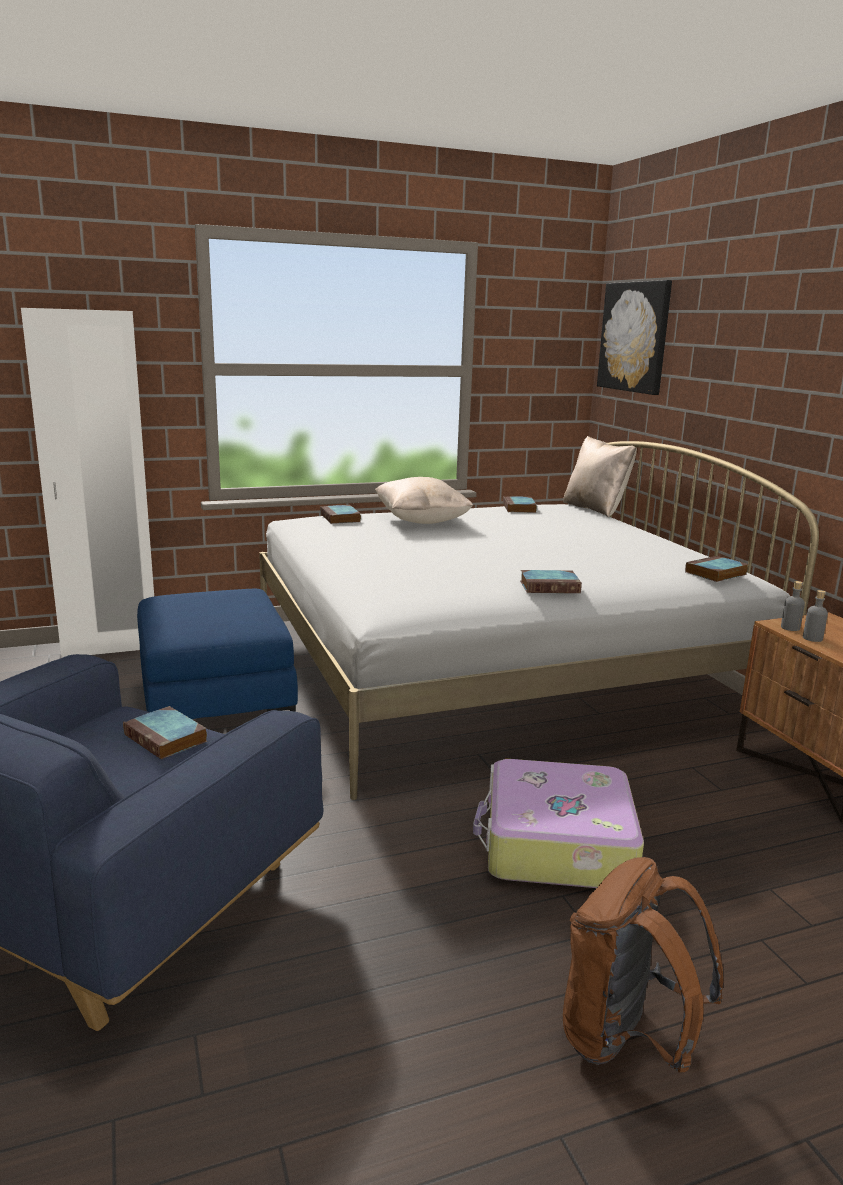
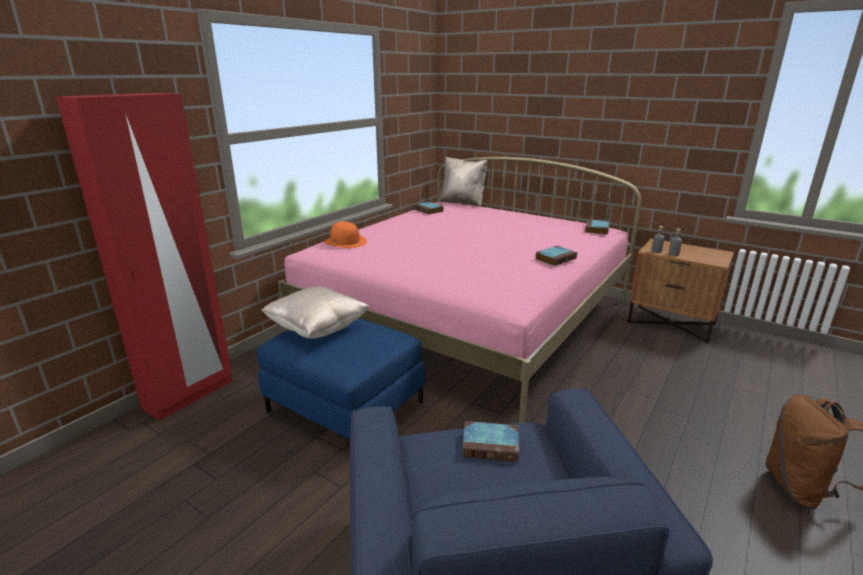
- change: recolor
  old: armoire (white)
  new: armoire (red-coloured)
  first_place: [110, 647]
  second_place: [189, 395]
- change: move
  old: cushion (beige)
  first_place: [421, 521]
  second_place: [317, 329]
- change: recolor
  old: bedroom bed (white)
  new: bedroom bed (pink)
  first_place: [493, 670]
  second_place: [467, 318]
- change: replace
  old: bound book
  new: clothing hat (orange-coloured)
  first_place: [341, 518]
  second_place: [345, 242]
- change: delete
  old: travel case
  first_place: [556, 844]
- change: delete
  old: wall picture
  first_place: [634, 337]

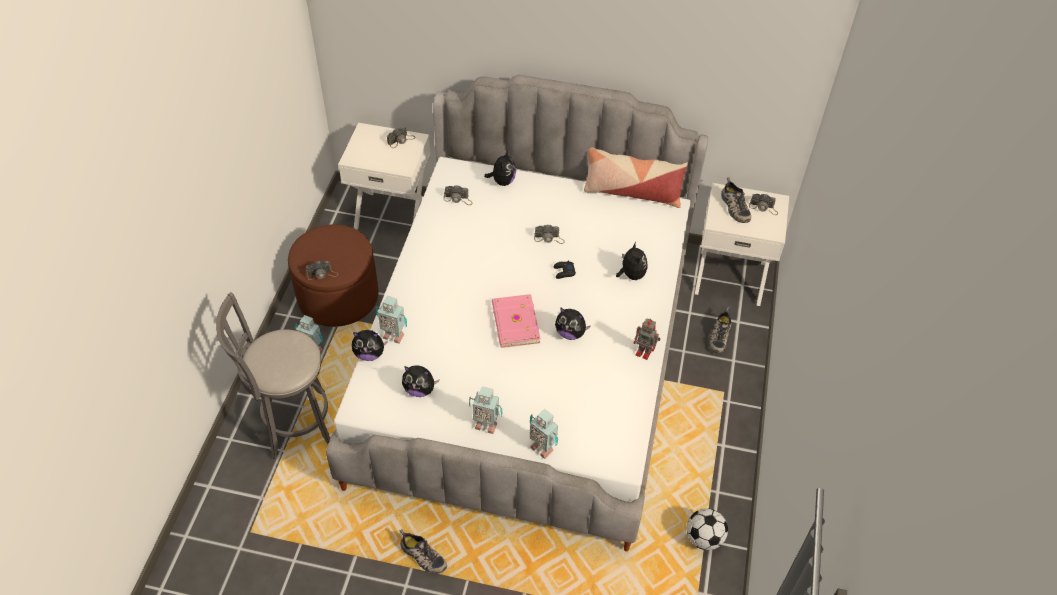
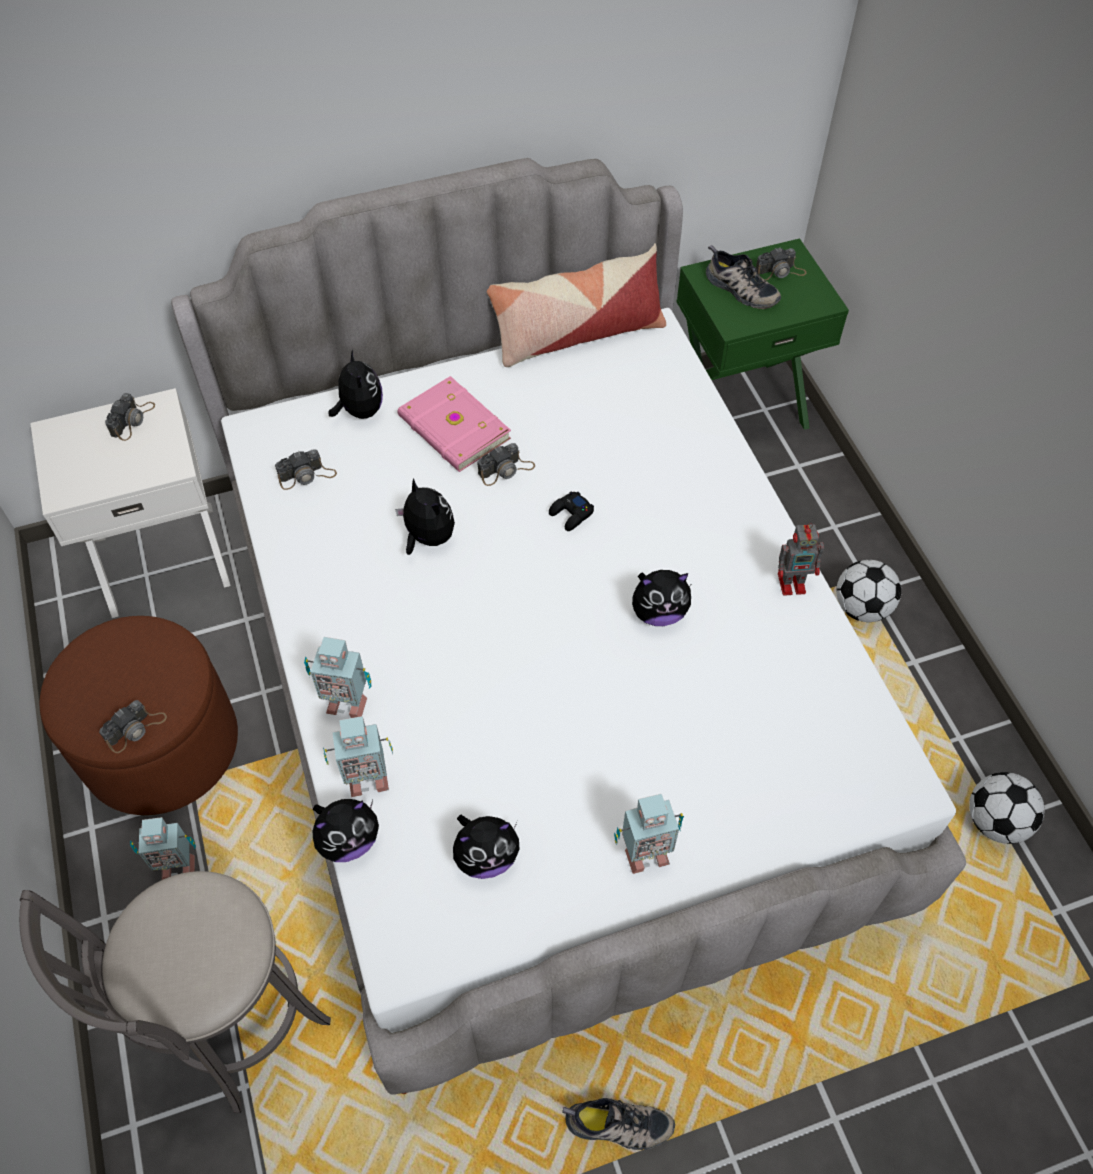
- change: move
  old: toy robot
  first_place: [542, 447]
  second_place: [346, 702]
- change: move
  old: plush toy
  first_place: [631, 275]
  second_place: [427, 538]
- change: move
  old: bound book (pink)
  first_place: [514, 323]
  second_place: [453, 429]
- change: recolor
  old: night table (white)
  new: night table (greenish)
  first_place: [730, 276]
  second_place: [739, 404]
- change: insert
  new: football ball
  second_place: [861, 607]
- change: delete
  old: low shoe
  first_place: [719, 335]

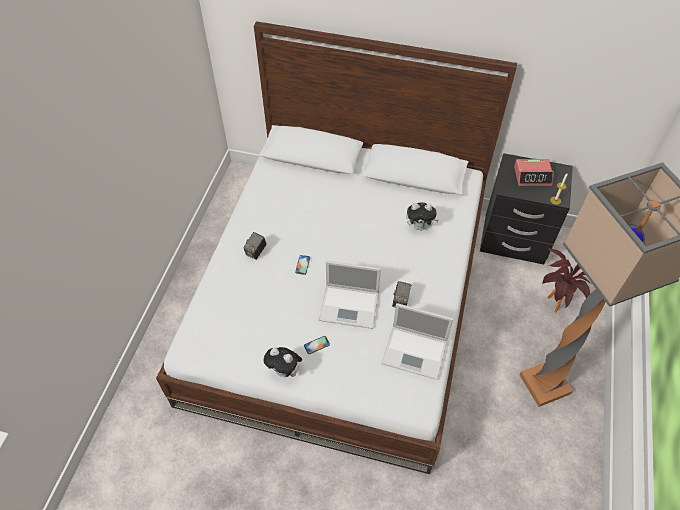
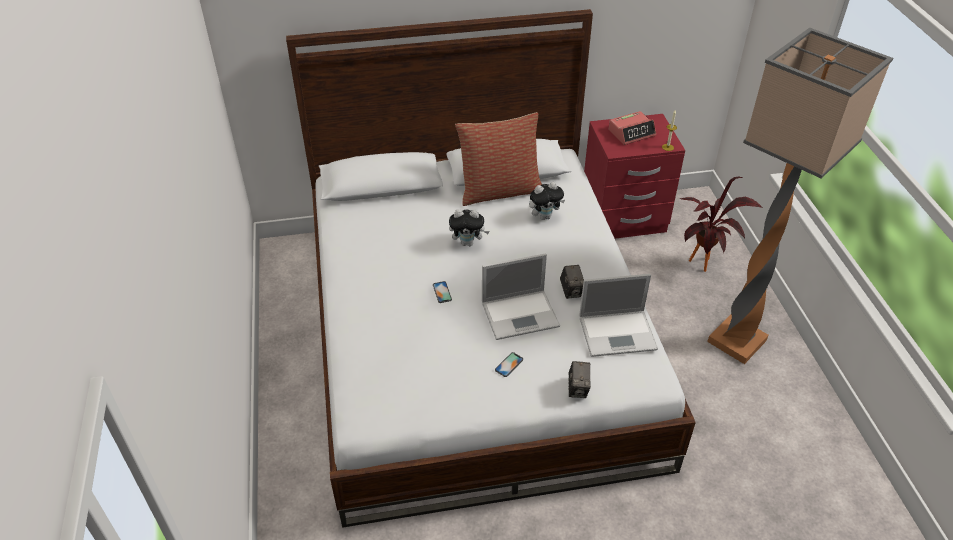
- change: move
  old: plush toy
  first_place: [285, 372]
  second_place: [468, 243]
- change: insert
  new: cushion
  second_place: [499, 191]
- change: move
  old: photo camera
  first_place: [256, 252]
  second_place: [578, 389]
- change: recolor
  old: night table (black-coloured)
  new: night table (red-coloured)
  first_place: [513, 240]
  second_place: [623, 219]

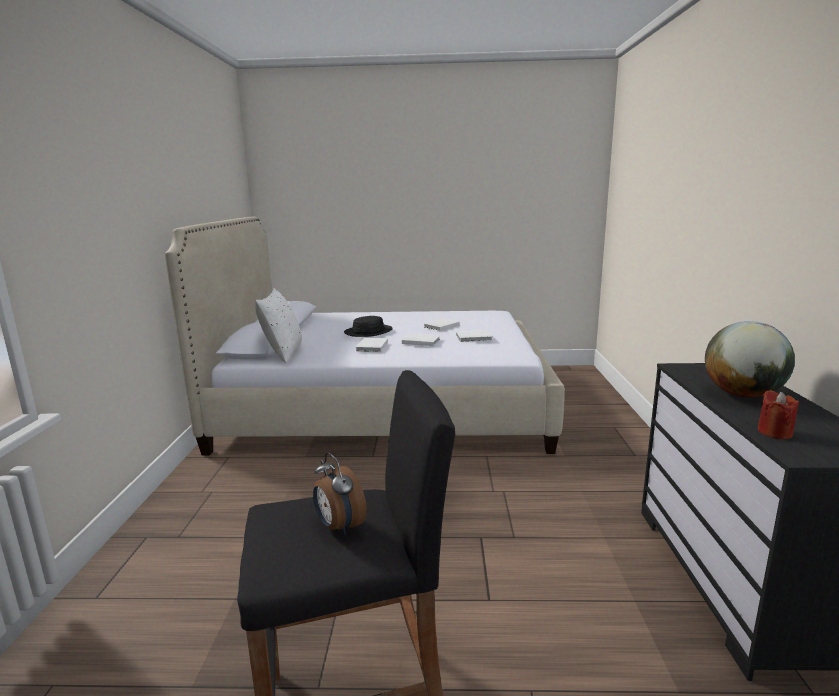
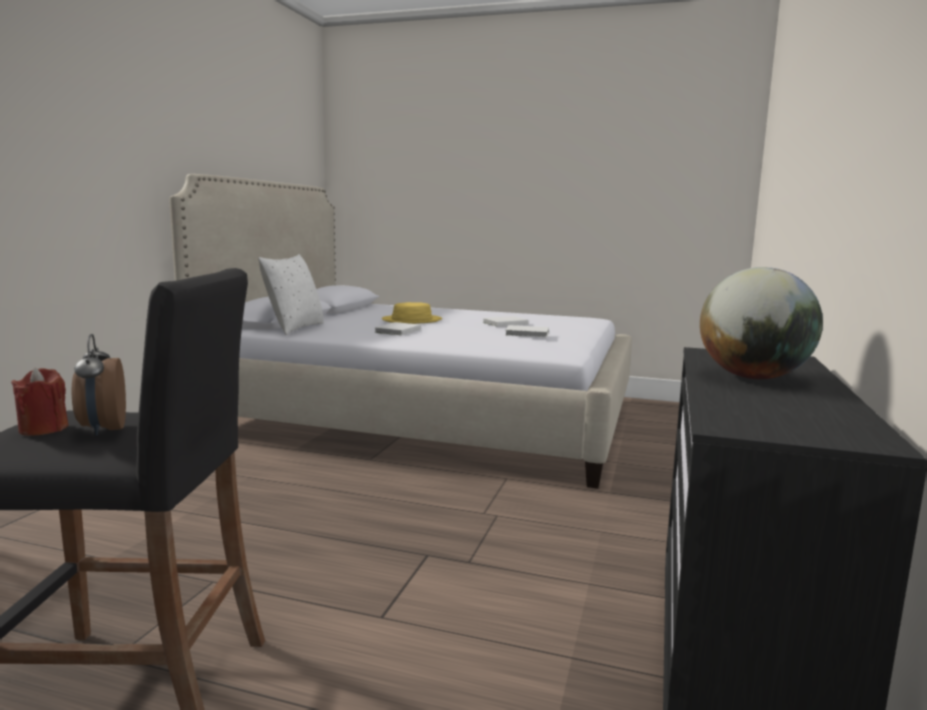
- change: move
  old: wax light (red-coloured)
  first_place: [774, 432]
  second_place: [43, 429]
- change: recolor
  old: clothing hat (black-coloured)
  new: clothing hat (yellow)
  first_place: [368, 332]
  second_place: [412, 320]
- change: delete
  old: bound book (white)
  first_place: [420, 341]

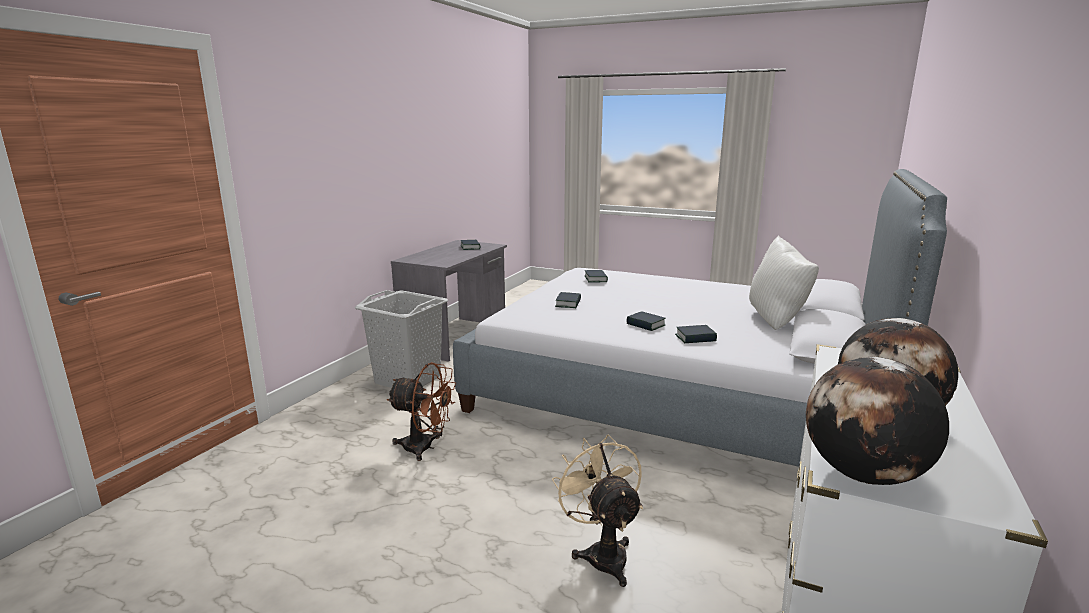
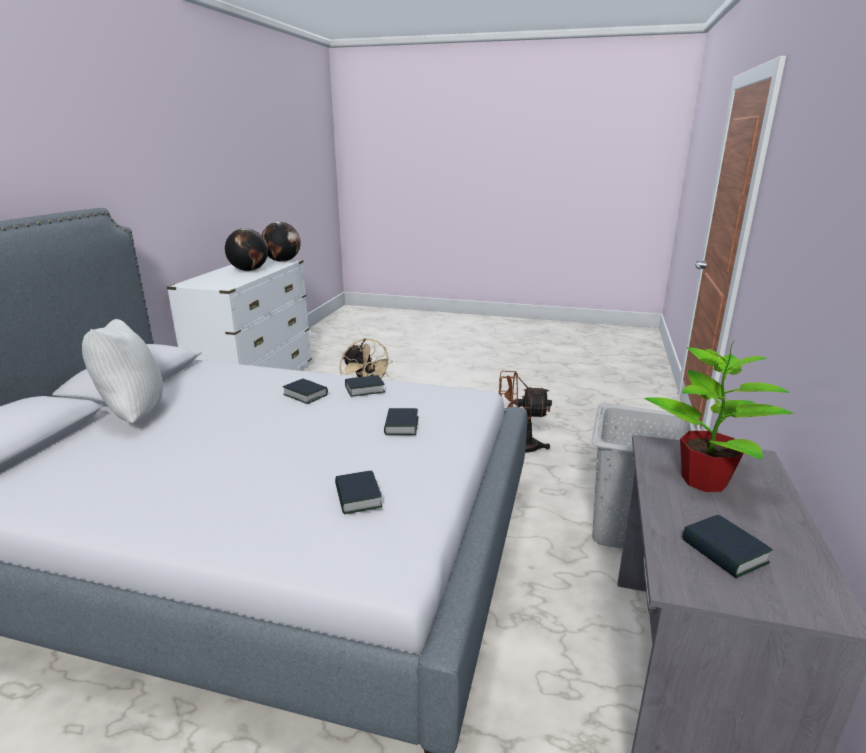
- change: move
  old: bound book
  first_place: [695, 338]
  second_place: [364, 389]
- change: insert
  new: houseplant
  second_place: [706, 481]

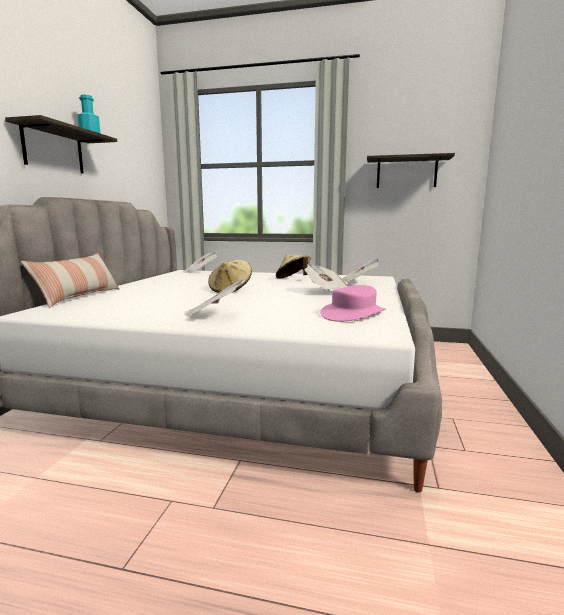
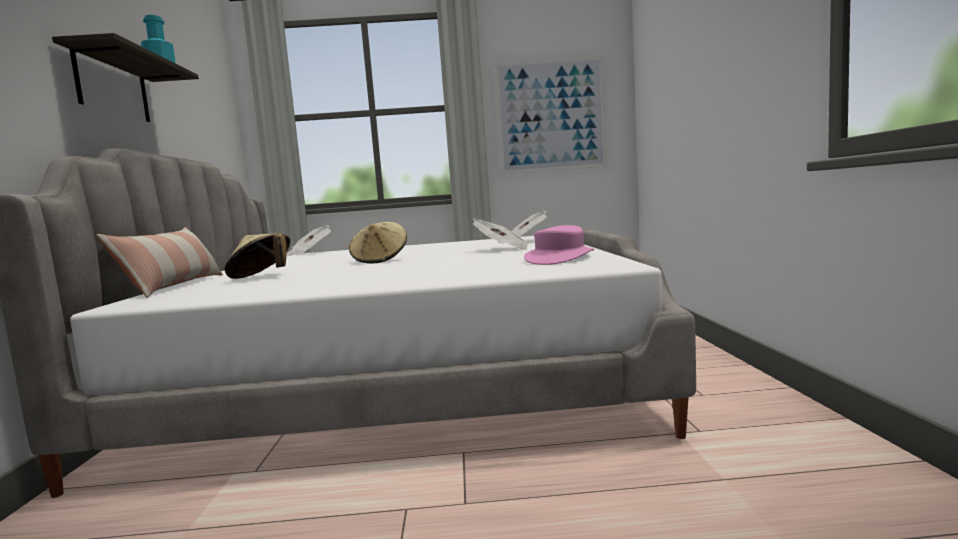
- change: move
  old: clothing hat (beige)
  first_place: [293, 279]
  second_place: [261, 277]
- change: replace
  old: shelf
  new: wall picture
  first_place: [406, 173]
  second_place: [551, 116]
- change: delete
  old: daily paper
  first_place: [213, 315]

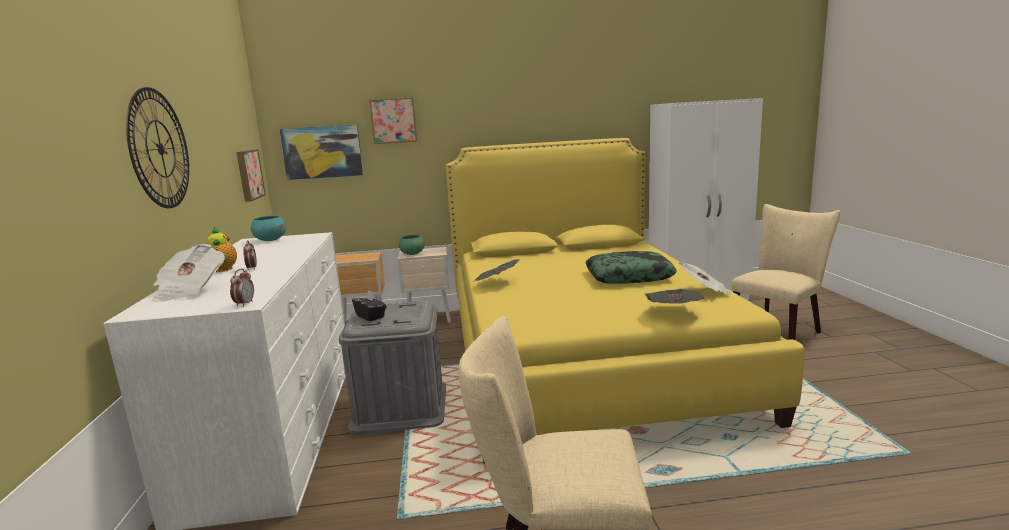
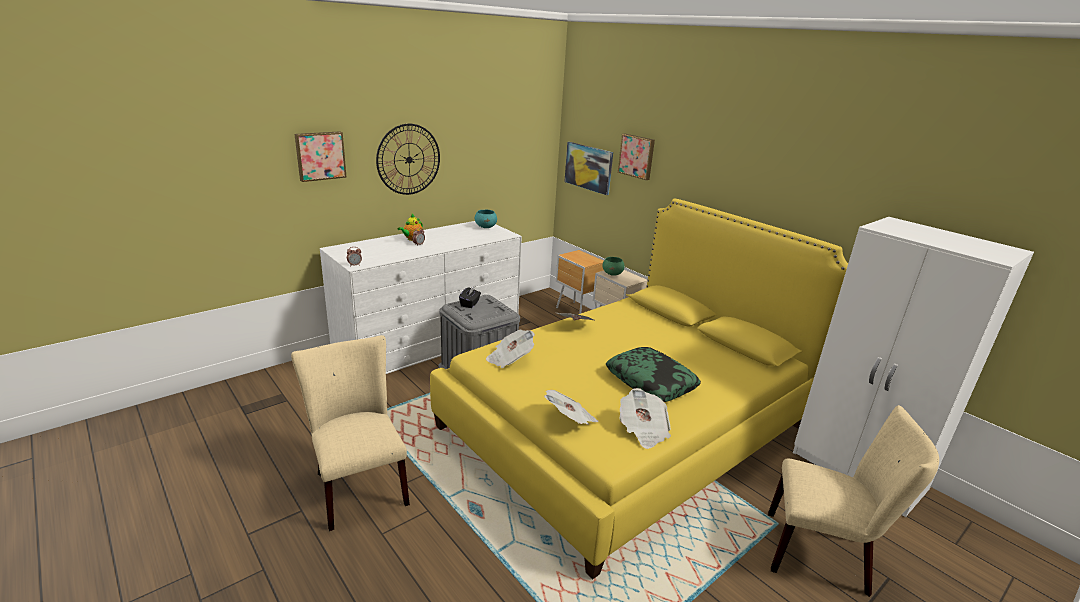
- change: move
  old: wall picture
  first_place: [248, 175]
  second_place: [320, 155]
- change: move
  old: daily paper
  first_place: [189, 291]
  second_place: [510, 359]

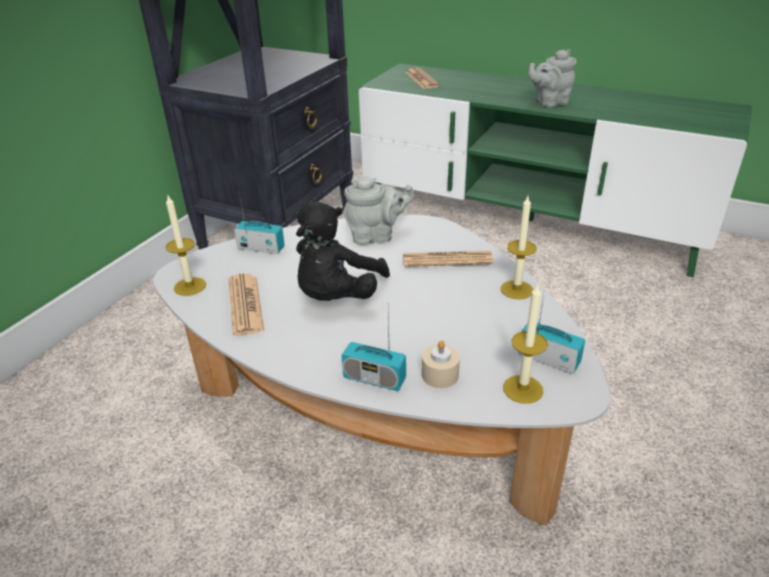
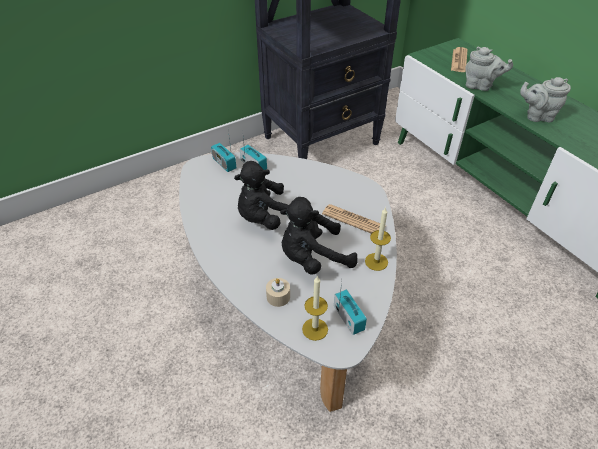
- change: move
  old: radio
  first_place: [374, 379]
  second_place: [224, 164]
- change: insert
  new: plush toy (black-coloured)
  second_place: [313, 258]
- change: move
  old: pot for tea (greyish)
  first_place: [376, 236]
  second_place: [480, 86]
- change: delete
  old: wax light
  first_place: [190, 286]
- change: delete
  old: daily paper
  first_place: [245, 305]

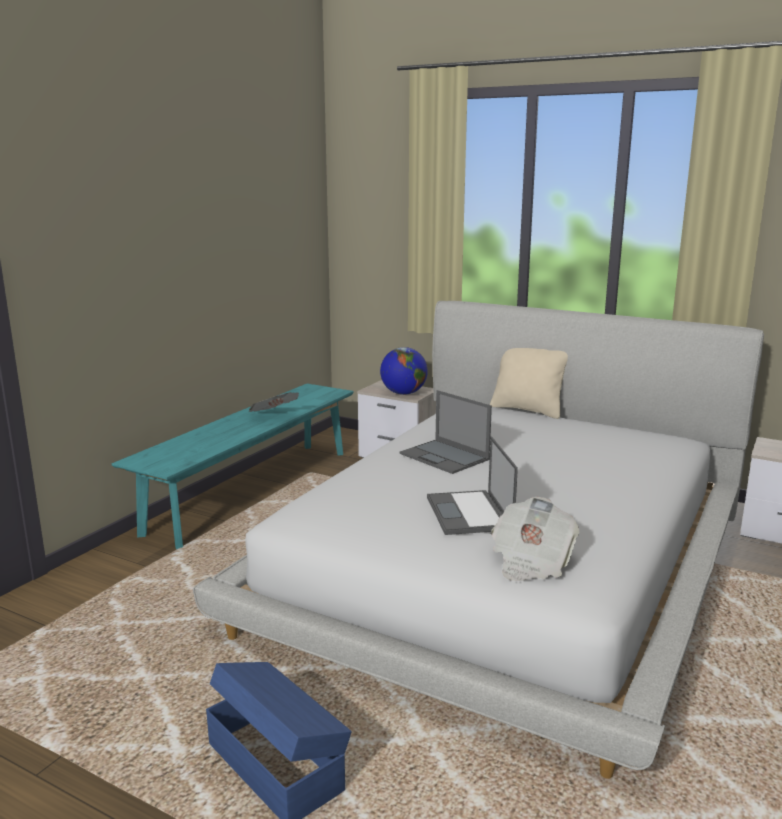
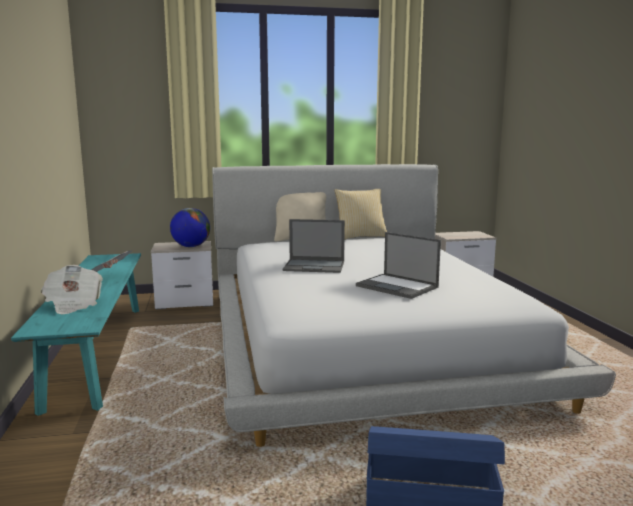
- change: move
  old: daily paper
  first_place: [531, 561]
  second_place: [73, 304]
- change: insert
  new: cushion
  second_place: [360, 237]

